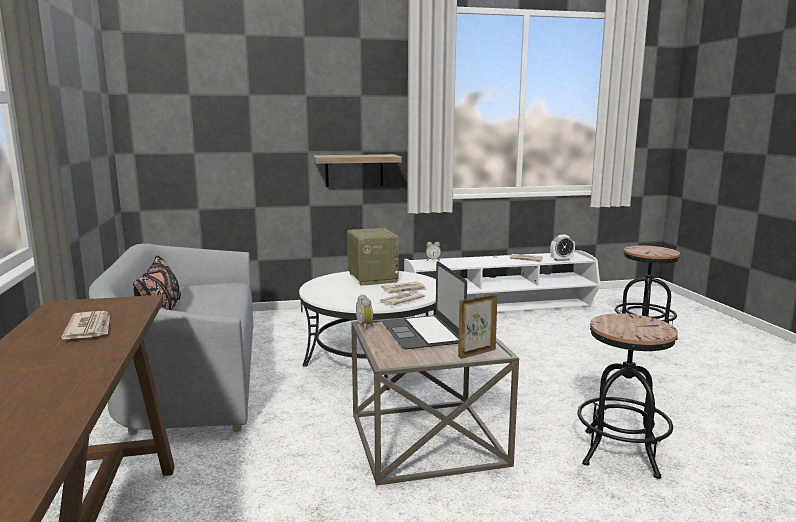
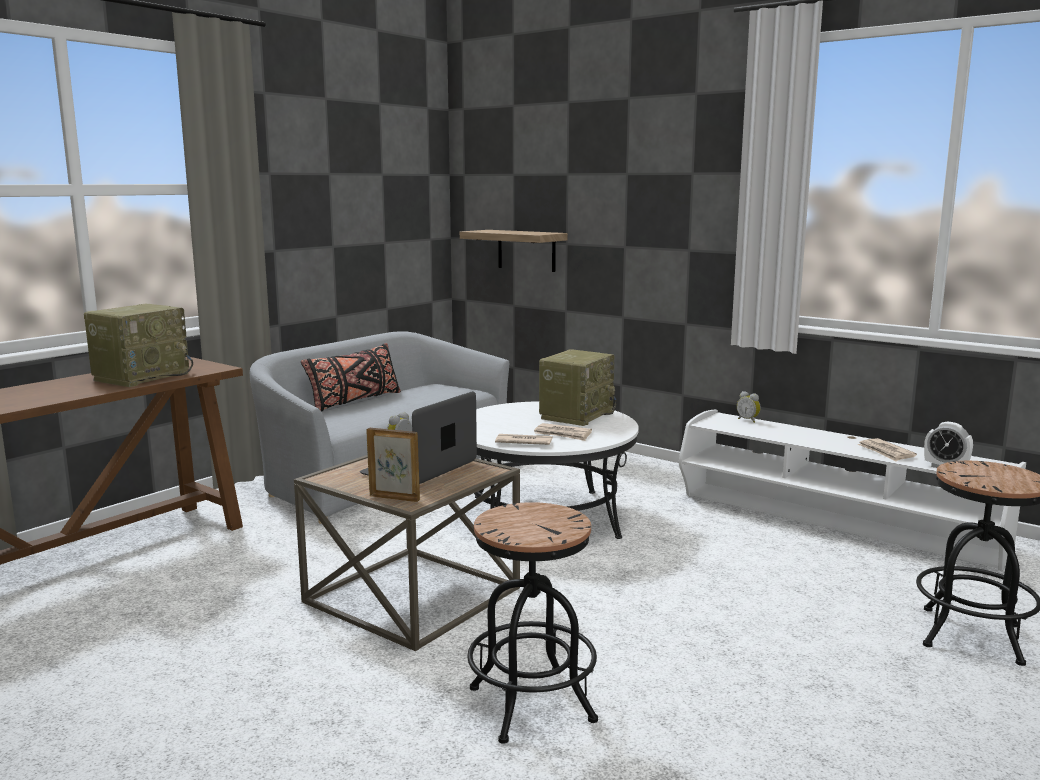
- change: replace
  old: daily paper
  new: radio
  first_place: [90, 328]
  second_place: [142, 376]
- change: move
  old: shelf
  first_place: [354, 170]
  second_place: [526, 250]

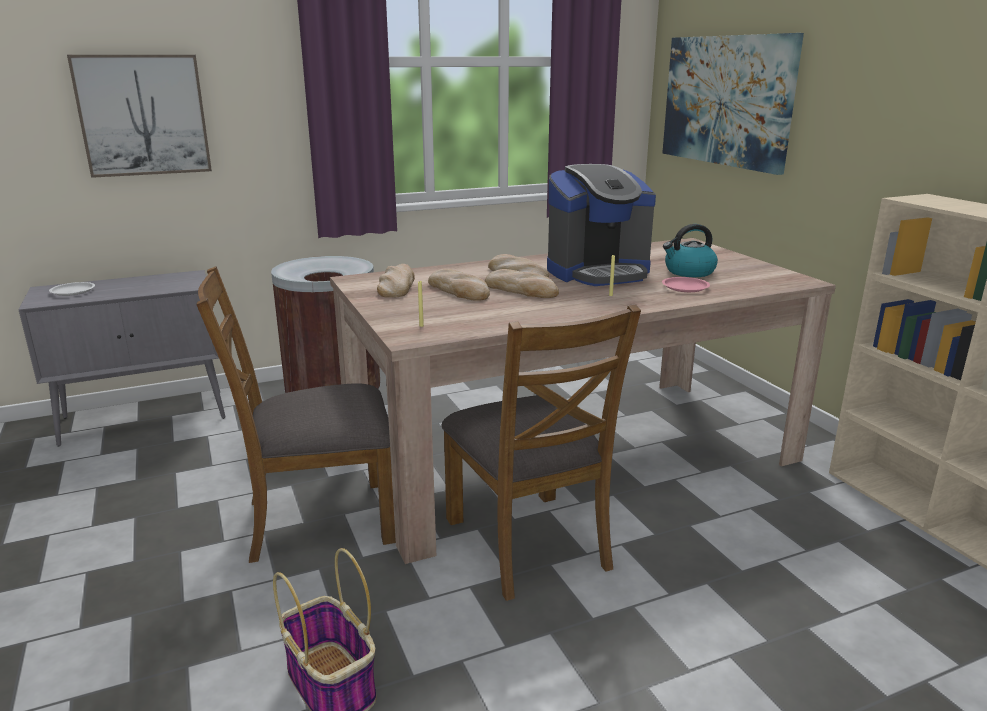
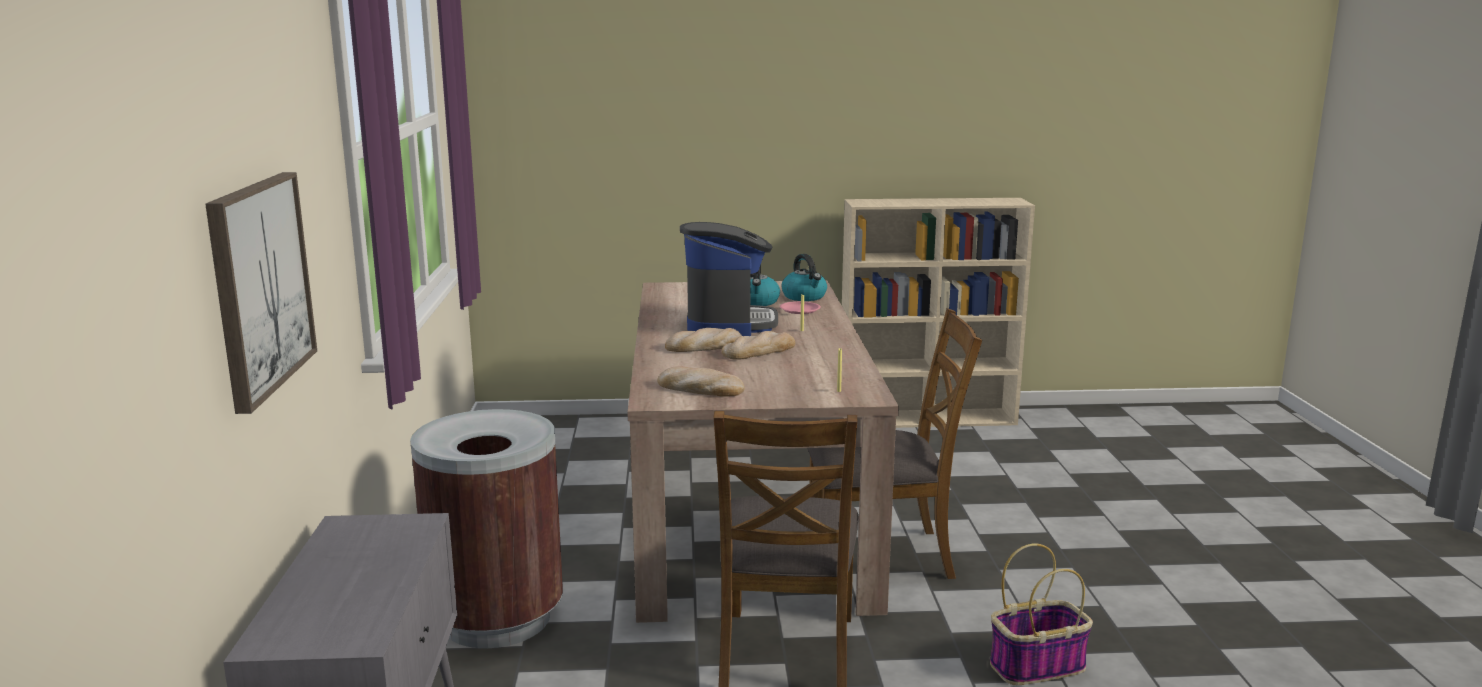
- change: insert
  new: water kettle
  second_place: [804, 297]
- change: delete
  old: dinner plate (white)
  first_place: [73, 291]
- change: delete
  old: baked bread
  first_place: [459, 290]
- change: delete
  old: wall picture
  first_place: [726, 101]

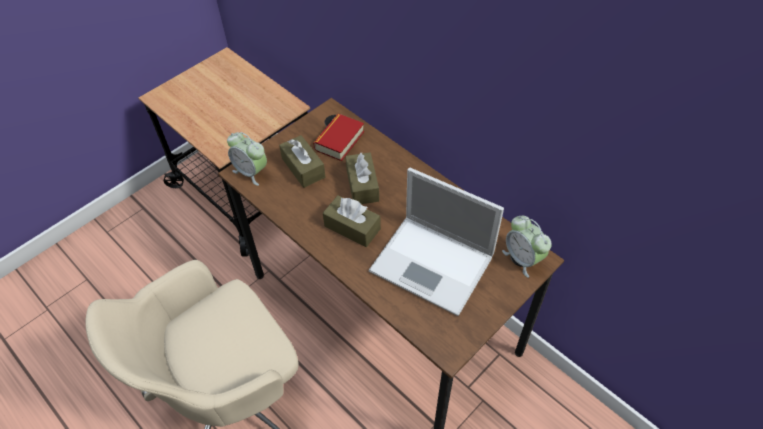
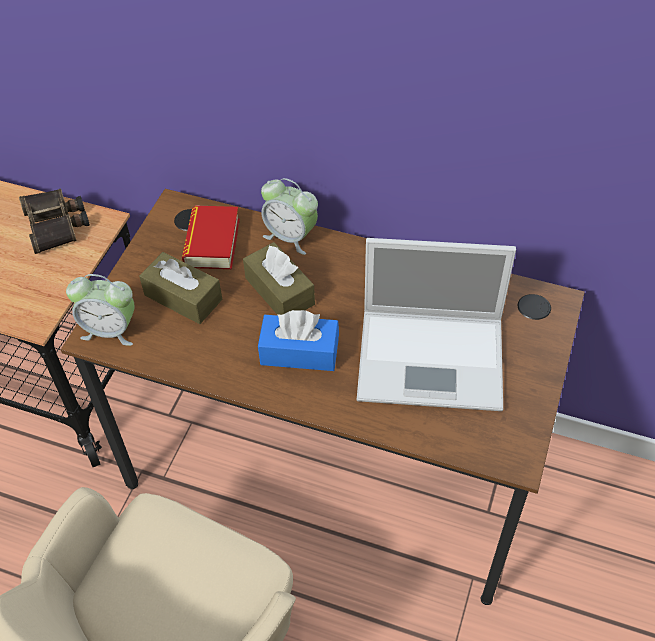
- change: insert
  new: pair of binoculars
  second_place: [56, 224]
- change: recolor
  old: box of tissues (brown)
  new: box of tissues (bluish)
  first_place: [352, 227]
  second_place: [299, 352]
- change: move
  old: alarm clock
  first_place: [522, 259]
  second_place: [291, 236]

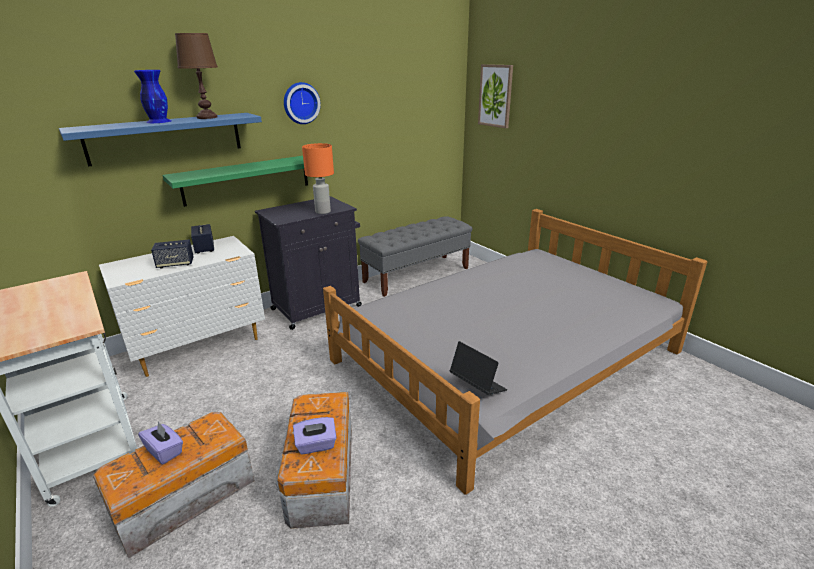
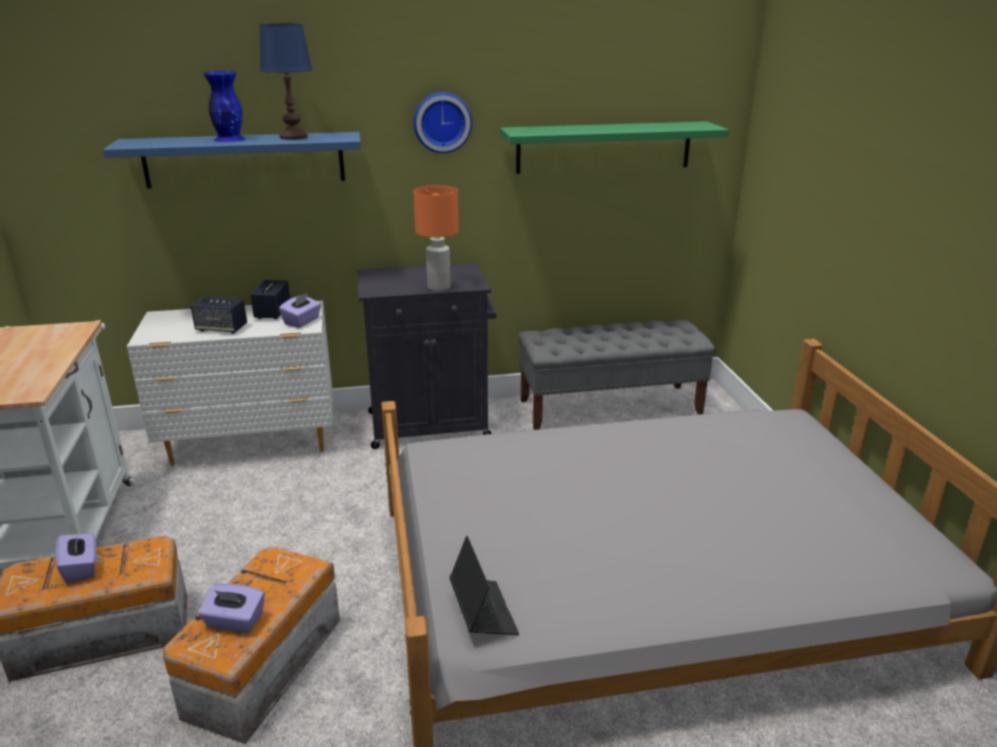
- change: recolor
  old: table lamp (brown)
  new: table lamp (bluish)
  first_place: [206, 117]
  second_place: [293, 137]
- change: insert
  new: box of tissues (purple)
  second_place: [302, 321]
- change: move
  old: shelf (greenish)
  first_place: [247, 179]
  second_place: [604, 147]
- change: delete
  old: wall picture
  first_place: [495, 96]

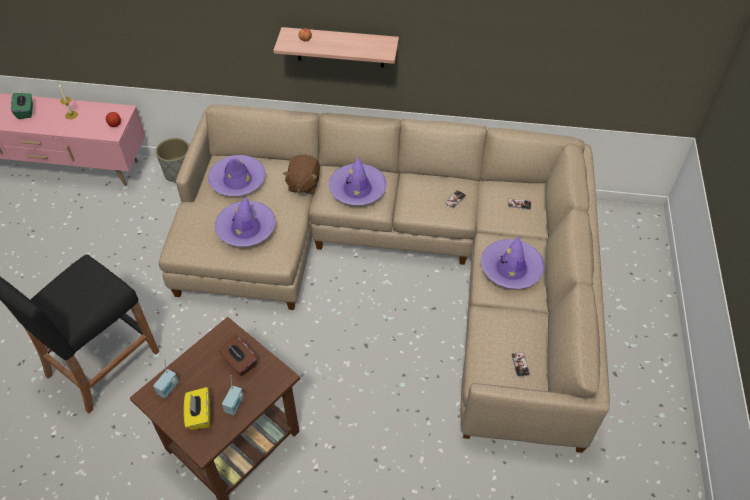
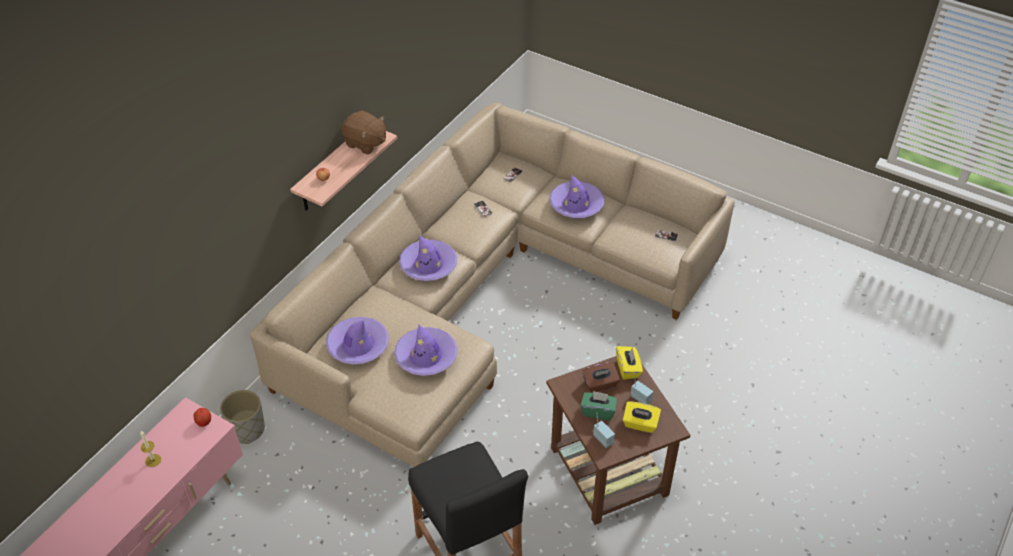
- change: move
  old: plush toy (brown)
  first_place: [303, 184]
  second_place: [365, 143]
- change: move
  old: box of tissues (greenish)
  first_place: [26, 111]
  second_place: [598, 411]
- change: insert
  new: box of tissues (yellow)
  second_place: [628, 369]

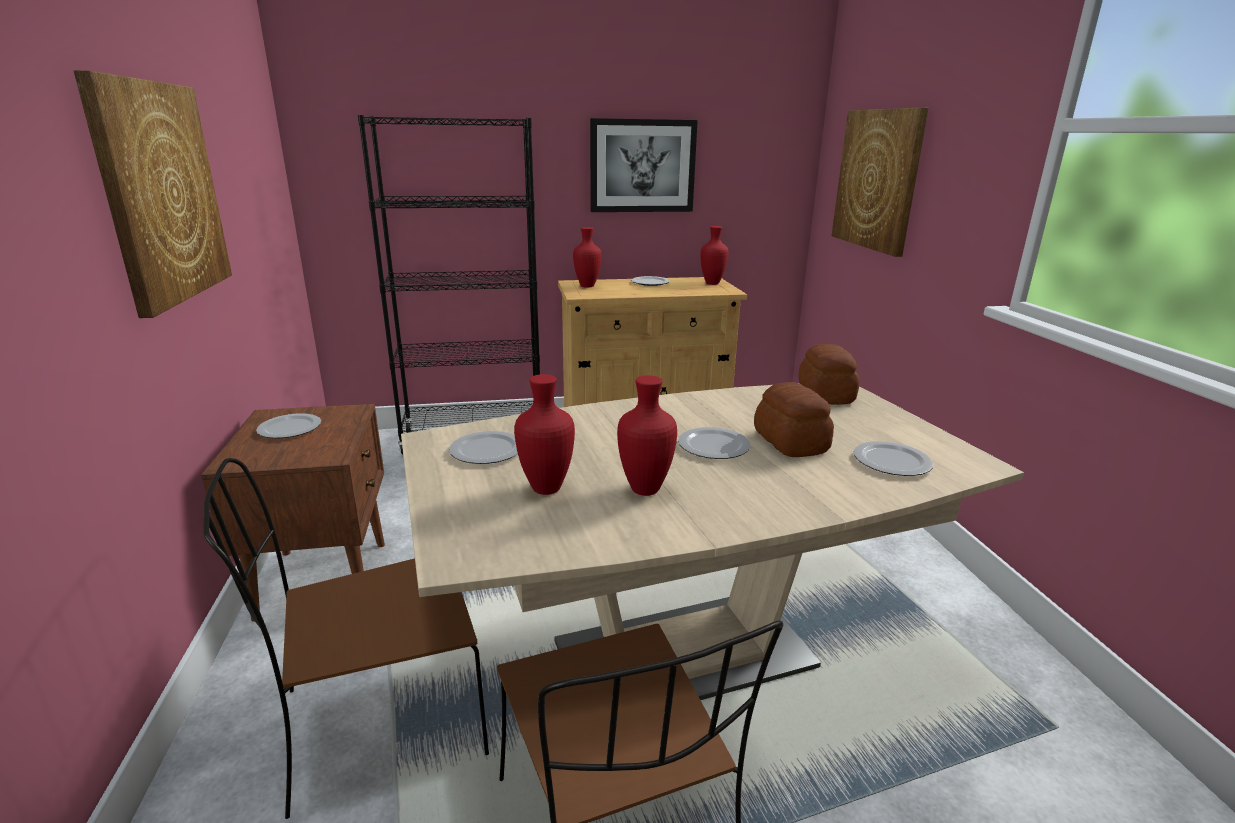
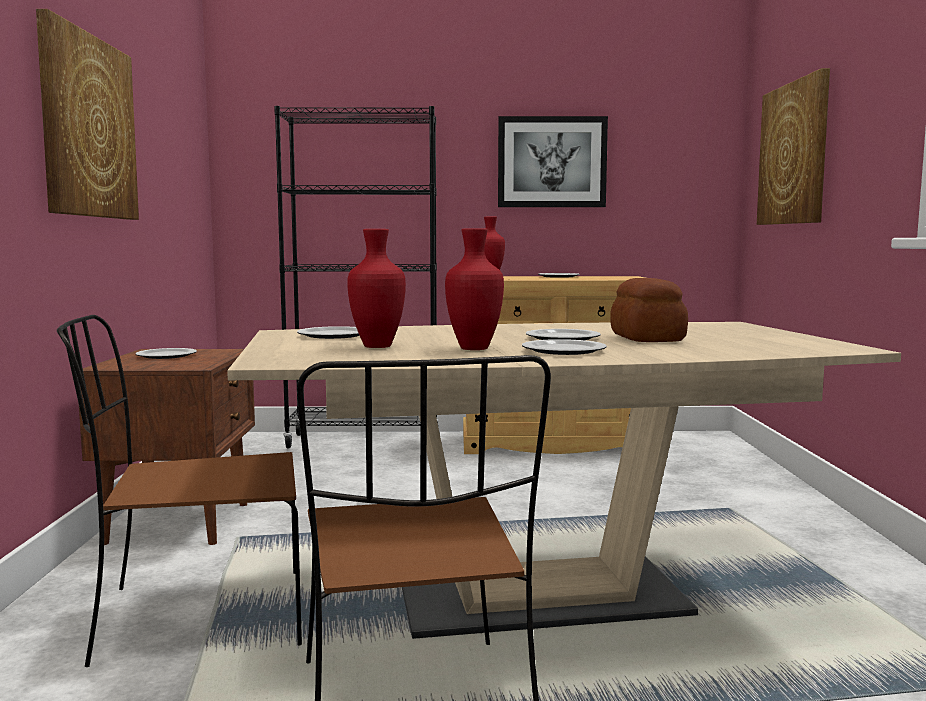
- change: move
  old: dinner plate
  first_place: [893, 462]
  second_place: [565, 350]
- change: delete
  old: decorative vase (red-coloured)
  first_place: [712, 283]
- change: delete
  old: baked bread
  first_place: [826, 394]

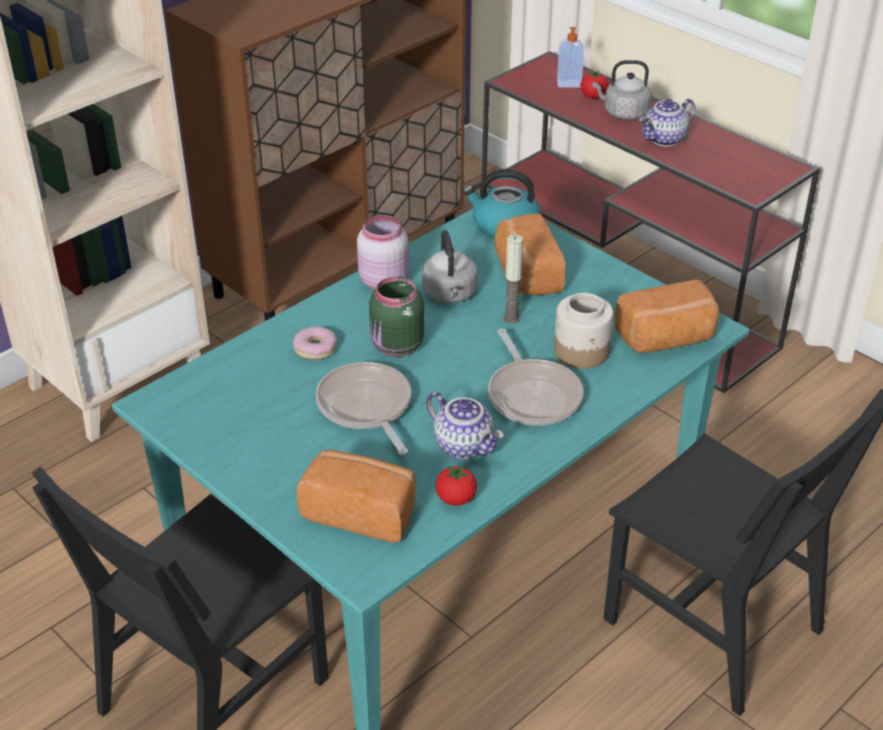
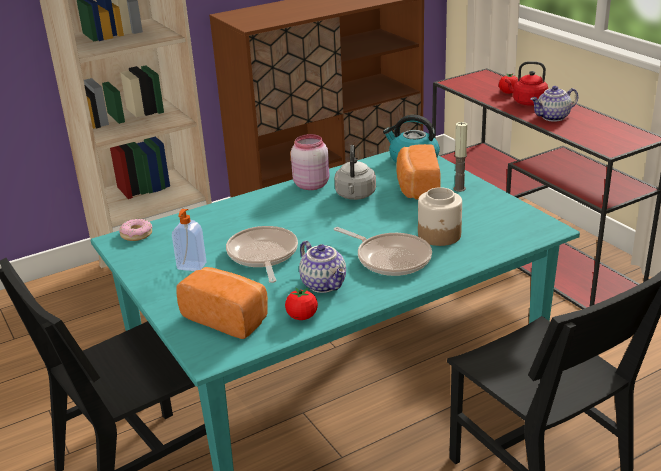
- change: move
  old: donut
  first_place: [315, 349]
  second_place: [136, 234]
- change: move
  old: soap dispenser
  first_place: [569, 84]
  second_place: [191, 266]
- change: rotate
  old: skillet
  first_place: [532, 395]
  second_place: [390, 258]
  degrees: -45
- change: move
  old: wax light
  first_place: [511, 318]
  second_place: [459, 188]
- change: recolor
  old: water kettle (greyish)
  new: water kettle (red-coloured)
  first_place: [623, 113]
  second_place: [527, 102]
- change: delete
  old: jar (greenish)
  first_place: [396, 346]
- change: delete
  old: baked bread
  first_place: [667, 339]

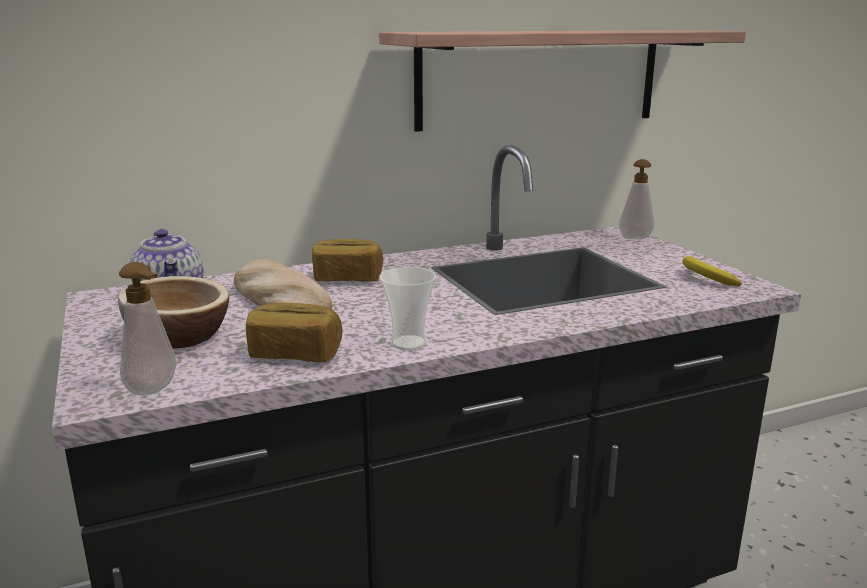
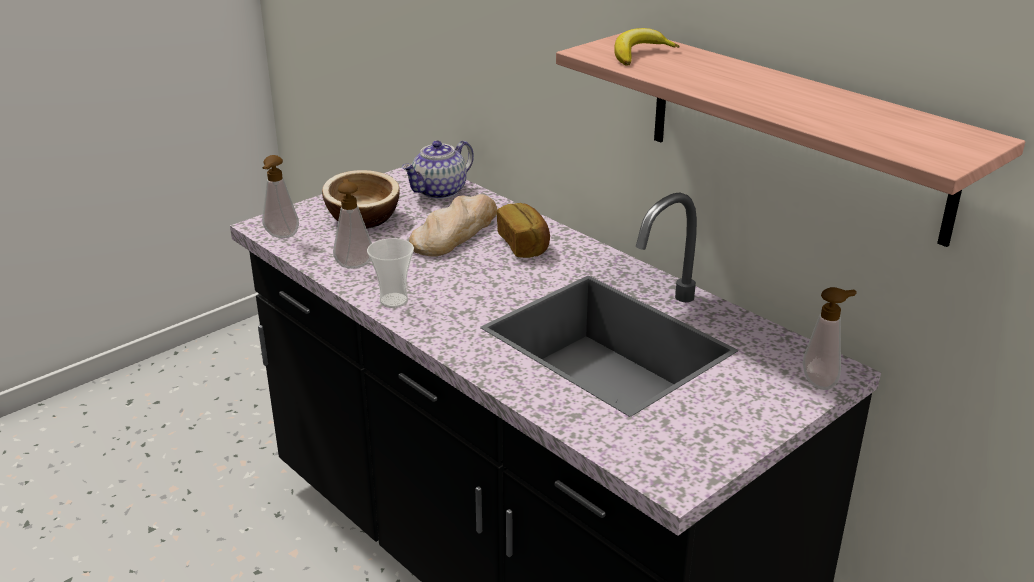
- change: replace
  old: baked bread
  new: soap dispenser
  first_place: [295, 354]
  second_place: [354, 264]
- change: move
  old: banana fruit
  first_place: [705, 278]
  second_place: [639, 54]

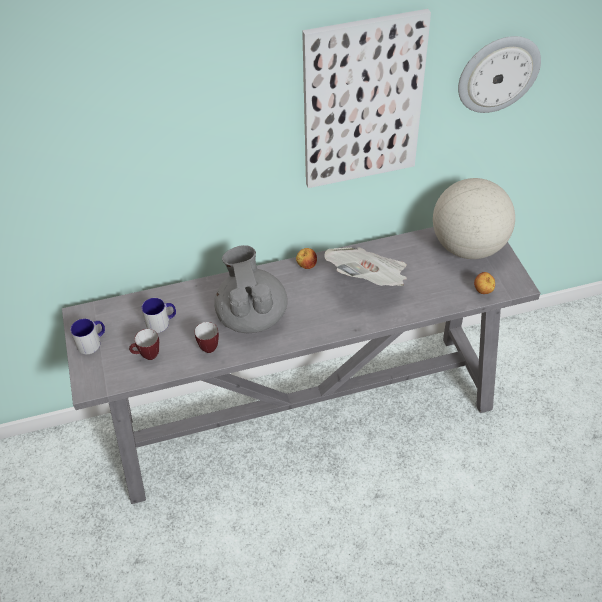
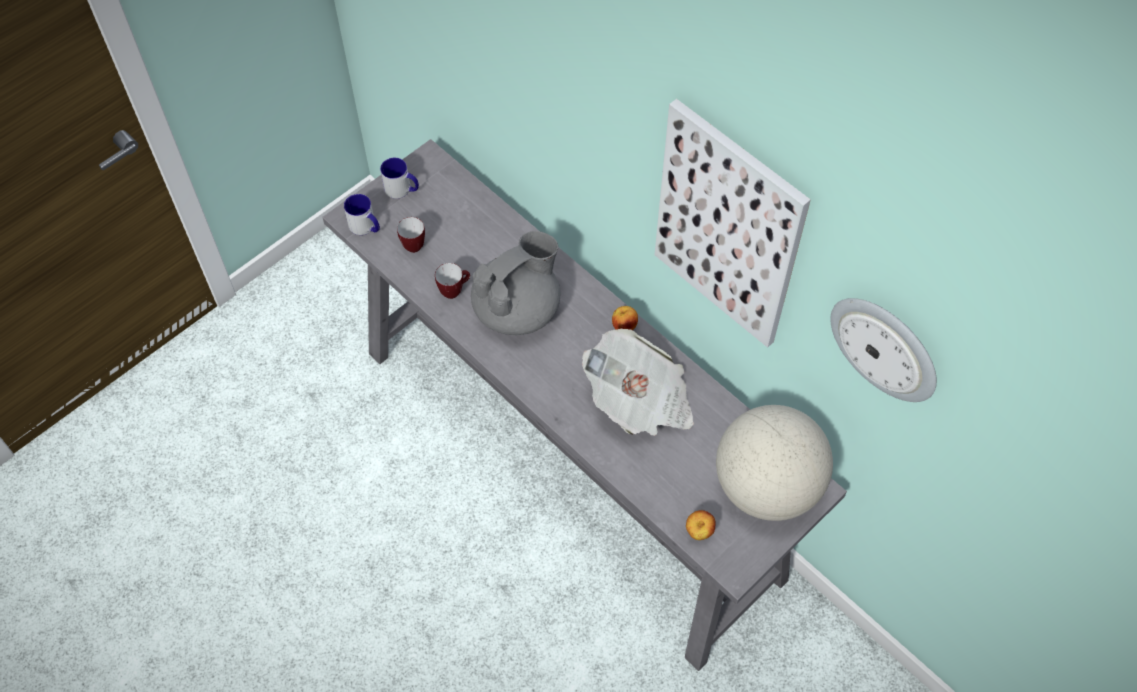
- change: move
  old: tea mug
  first_place: [162, 322]
  second_place: [366, 227]

